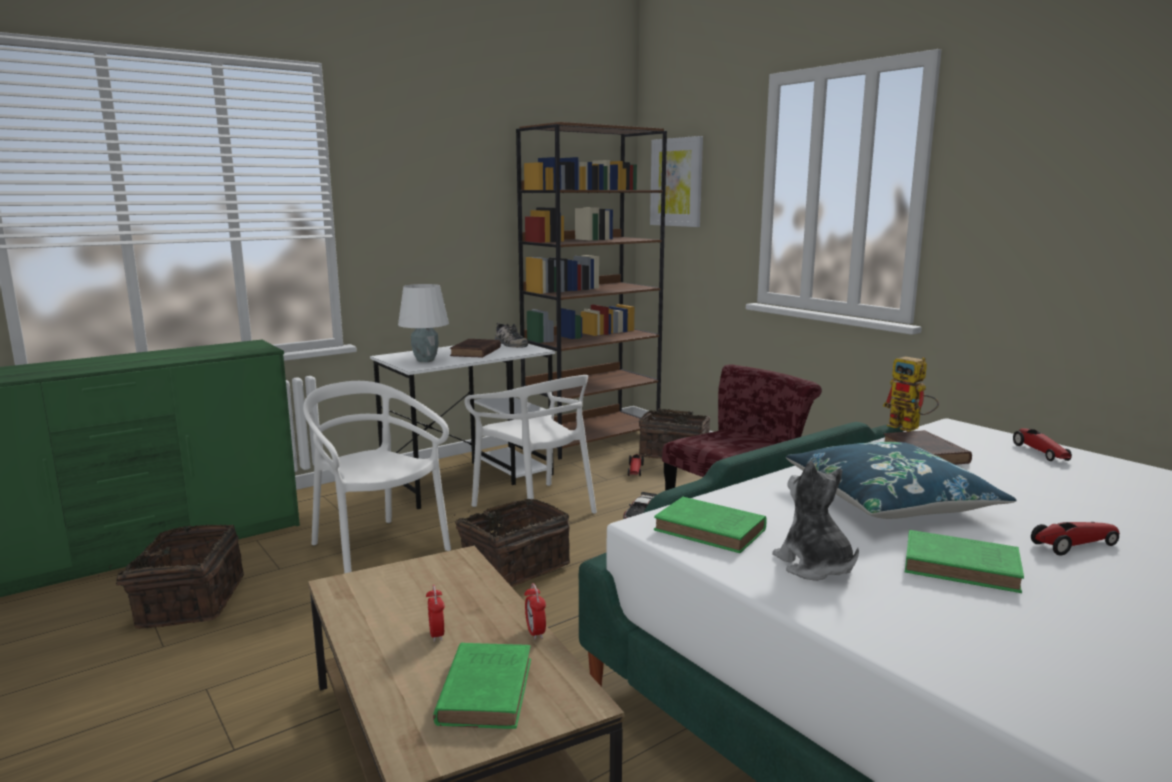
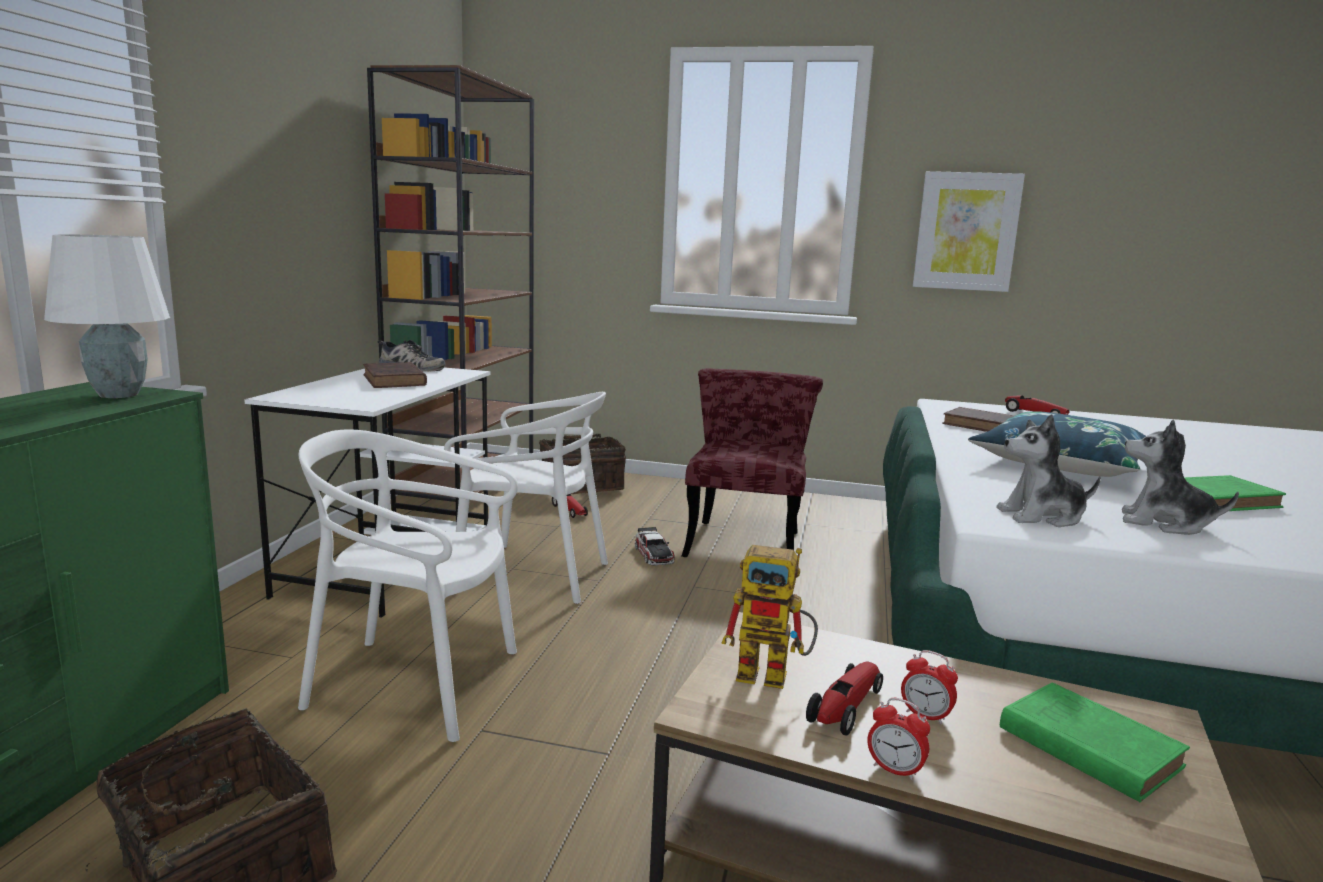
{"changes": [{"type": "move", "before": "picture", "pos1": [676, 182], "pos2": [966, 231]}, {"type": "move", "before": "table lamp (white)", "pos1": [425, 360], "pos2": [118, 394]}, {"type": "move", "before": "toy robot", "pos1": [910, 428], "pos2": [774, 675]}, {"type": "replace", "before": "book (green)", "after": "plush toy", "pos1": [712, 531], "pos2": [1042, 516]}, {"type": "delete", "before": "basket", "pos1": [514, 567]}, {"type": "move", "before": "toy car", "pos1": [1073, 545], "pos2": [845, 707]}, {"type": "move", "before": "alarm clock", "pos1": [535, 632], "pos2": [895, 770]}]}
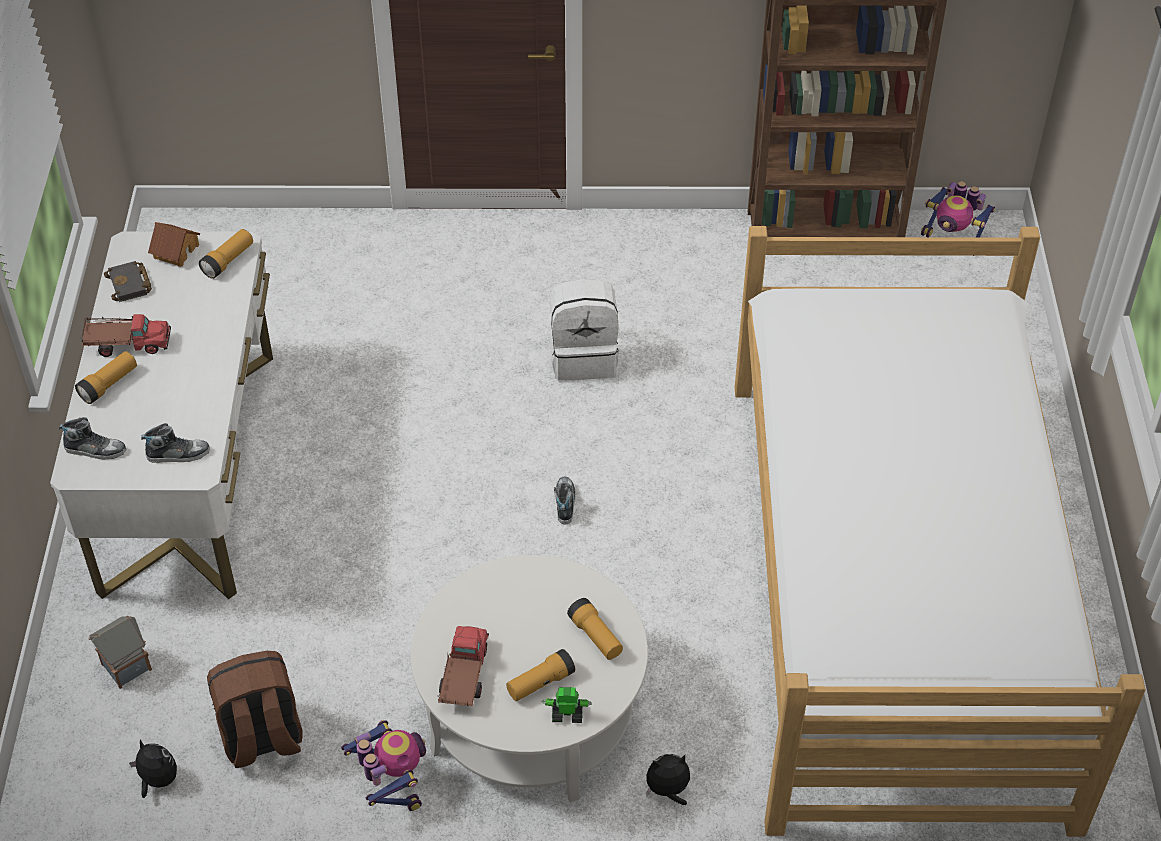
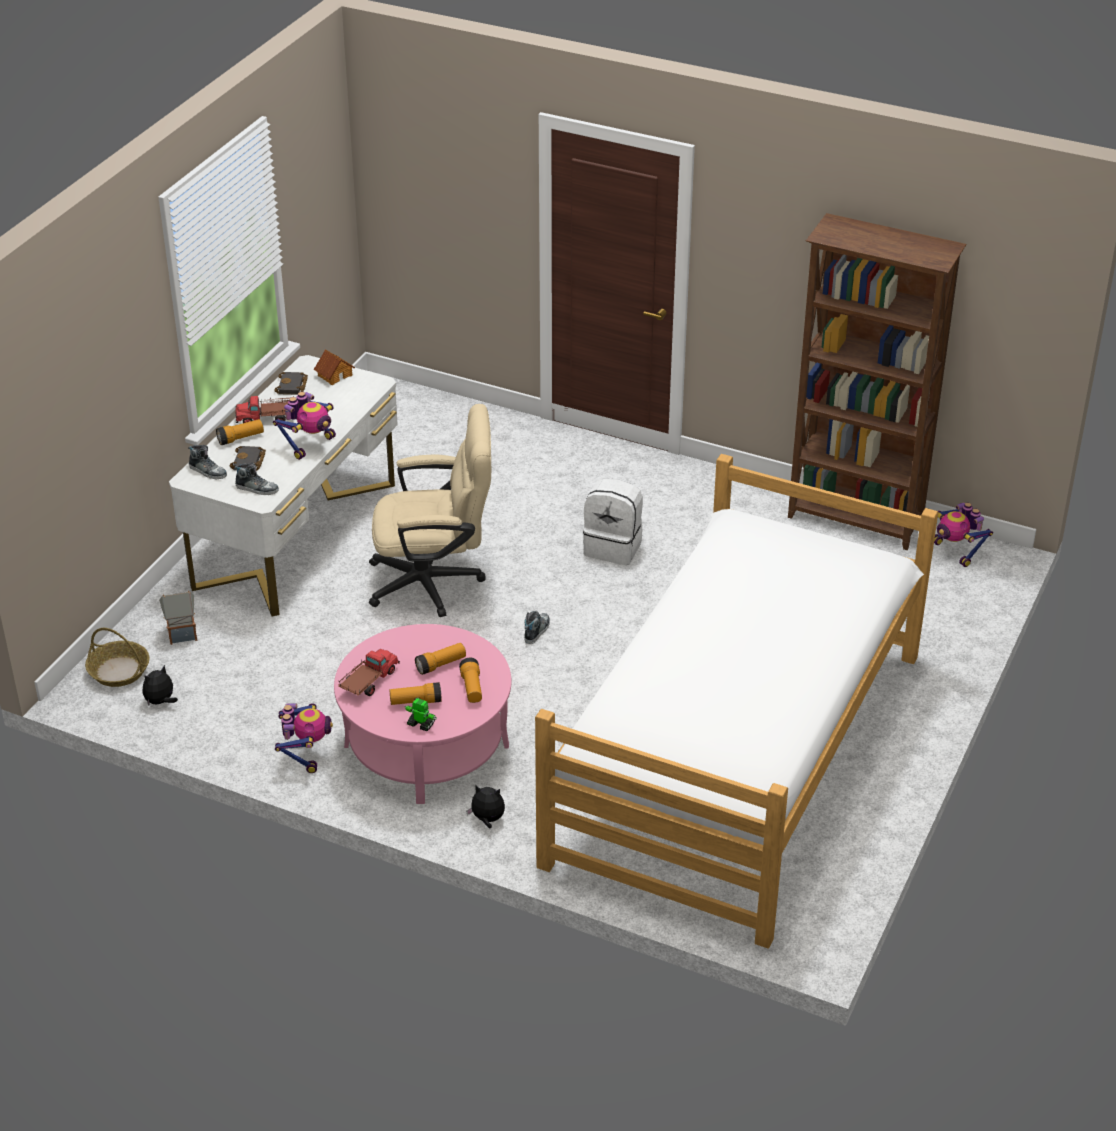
{"changes": [{"type": "move", "before": "flashlight", "pos1": [228, 261], "pos2": [441, 665]}, {"type": "rotate", "before": "toy truck", "pos1": [127, 343], "pos2": [267, 418], "turn": 150}, {"type": "recolor", "before": "coffee table (white)", "after": "coffee table (pink)", "pos1": [531, 714], "pos2": [426, 745]}, {"type": "delete", "before": "backpack (brown)", "pos1": [261, 738]}, {"type": "rotate", "before": "plush toy", "pos1": [157, 780], "pos2": [160, 702], "turn": -105}, {"type": "insert", "after": "toy robot", "pos2": [310, 445]}, {"type": "insert", "after": "office chair (beige)", "pos2": [436, 582]}, {"type": "insert", "after": "book (black)", "pos2": [249, 462]}, {"type": "insert", "after": "basket", "pos2": [119, 671]}]}
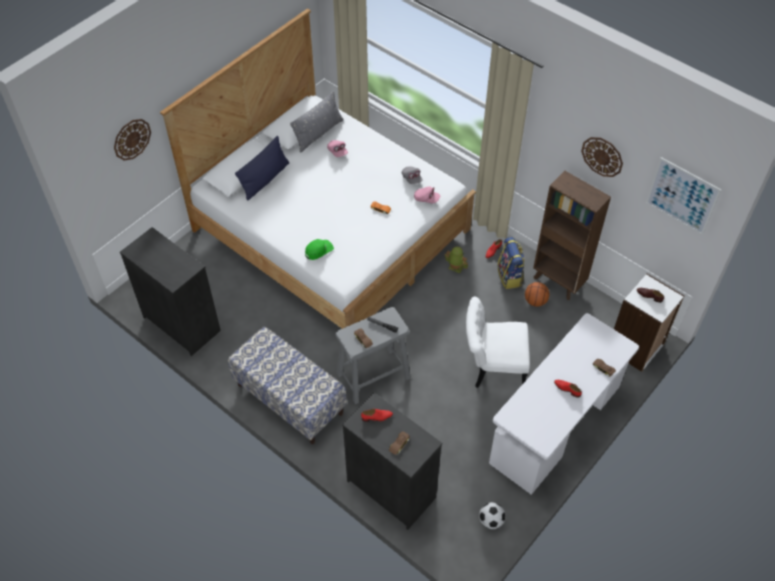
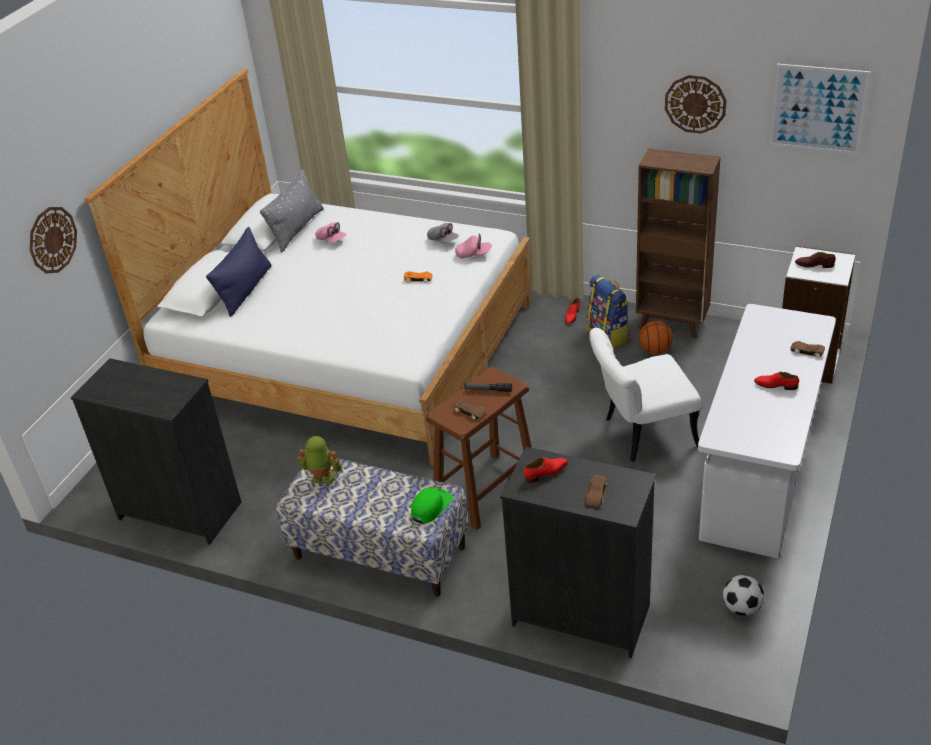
{"changes": [{"type": "move", "before": "cap (green)", "pos1": [318, 250], "pos2": [431, 507]}, {"type": "move", "before": "toy robot", "pos1": [455, 268], "pos2": [322, 479]}, {"type": "recolor", "before": "stool (grey)", "after": "stool (brown)", "pos1": [374, 375], "pos2": [486, 489]}]}
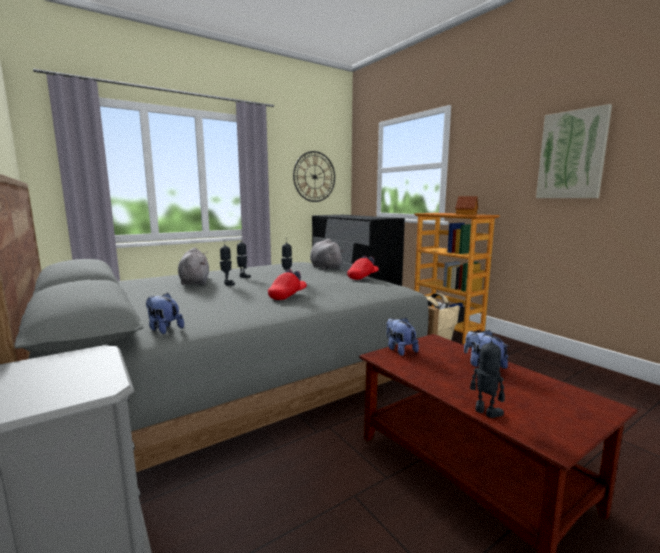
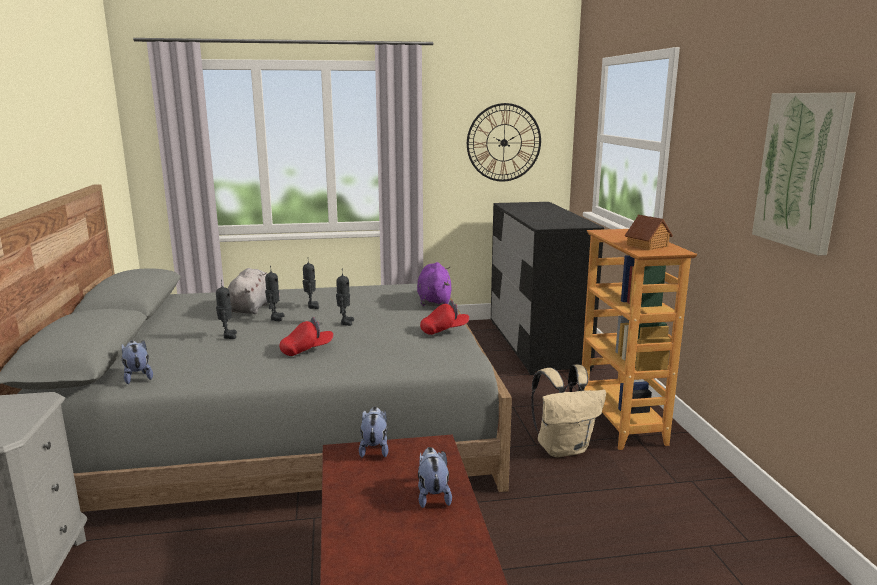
{"changes": [{"type": "recolor", "before": "plush toy (grey)", "after": "plush toy (purple)", "pos1": [325, 267], "pos2": [434, 301]}, {"type": "move", "before": "toy robot", "pos1": [485, 412], "pos2": [227, 336]}]}
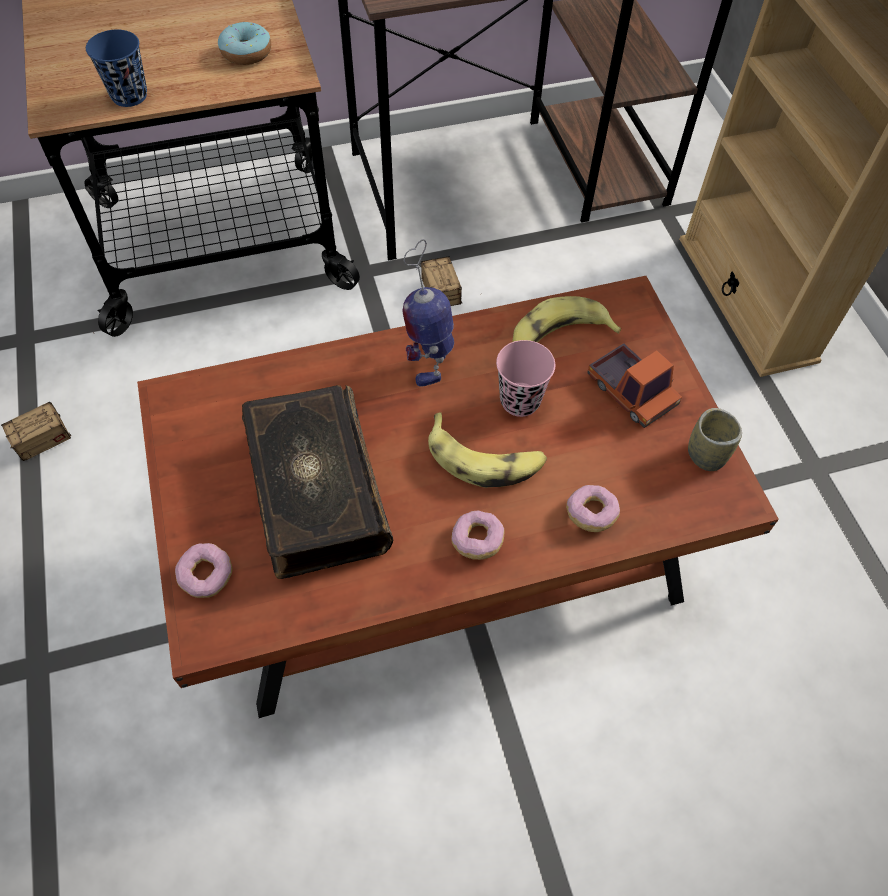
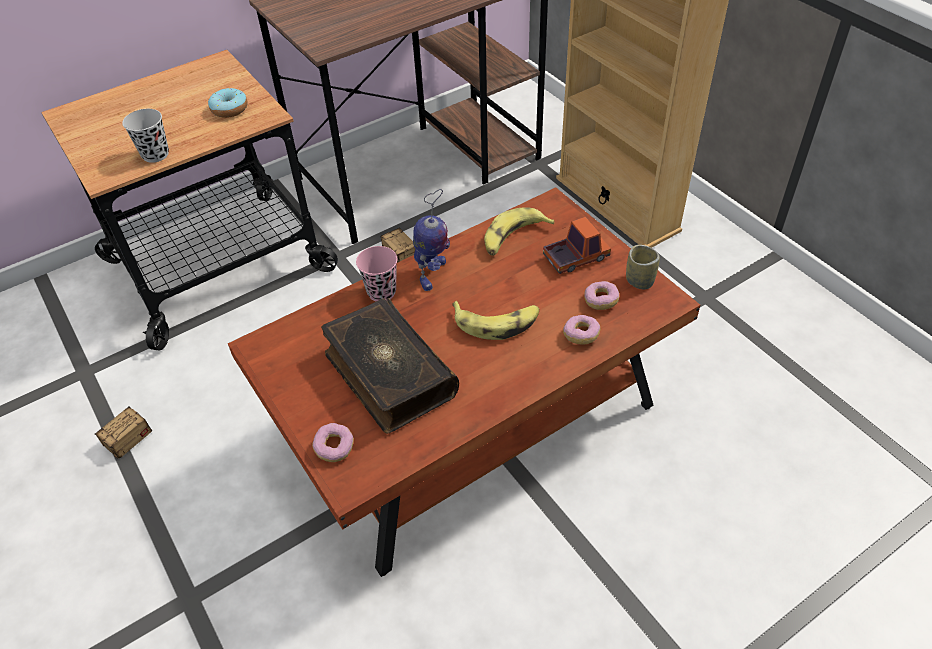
{"changes": [{"type": "recolor", "before": "cup (blue)", "after": "cup (black)", "pos1": [129, 96], "pos2": [155, 154]}, {"type": "rotate", "before": "toy robot", "pos1": [429, 360], "pos2": [432, 274], "turn": -150}, {"type": "move", "before": "cup (pink)", "pos1": [520, 401], "pos2": [381, 292]}, {"type": "rotate", "before": "toy truck", "pos1": [631, 392], "pos2": [576, 257], "turn": -60}, {"type": "move", "before": "donut", "pos1": [477, 540], "pos2": [601, 301]}]}
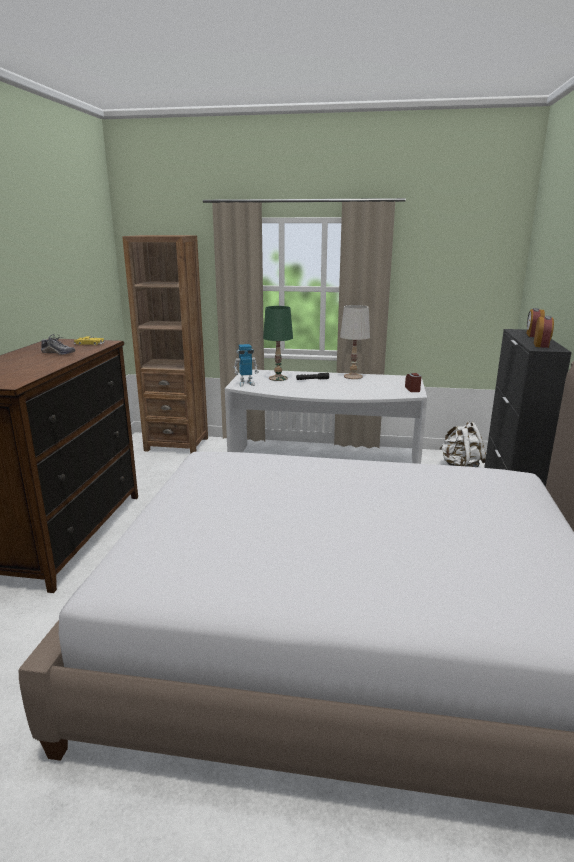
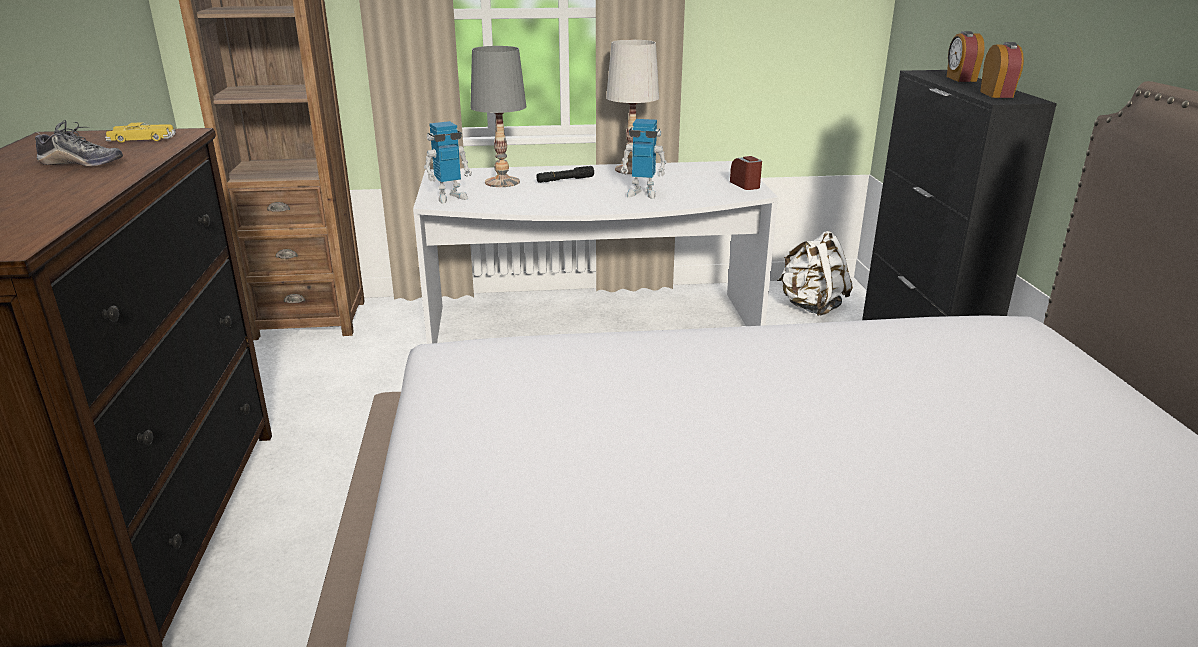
{"changes": [{"type": "recolor", "before": "table lamp (green)", "after": "table lamp (grey)", "pos1": [278, 378], "pos2": [502, 182]}, {"type": "insert", "after": "toy robot", "pos2": [642, 193]}]}
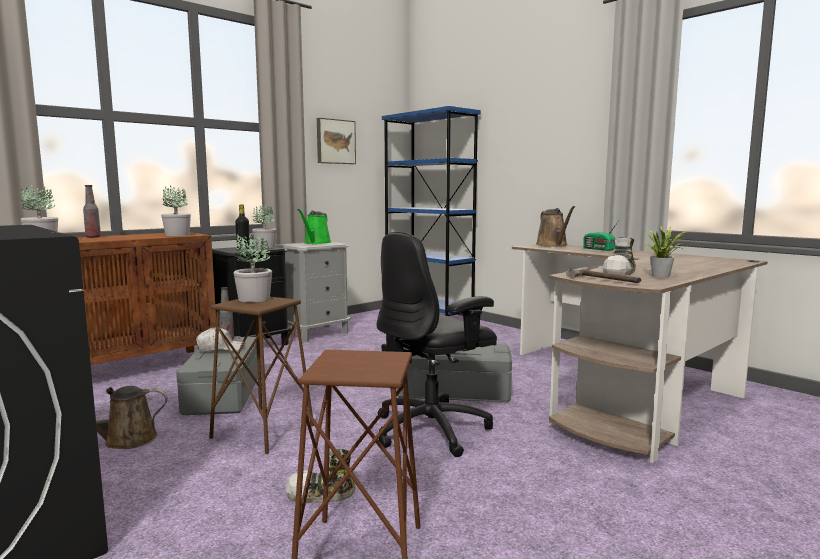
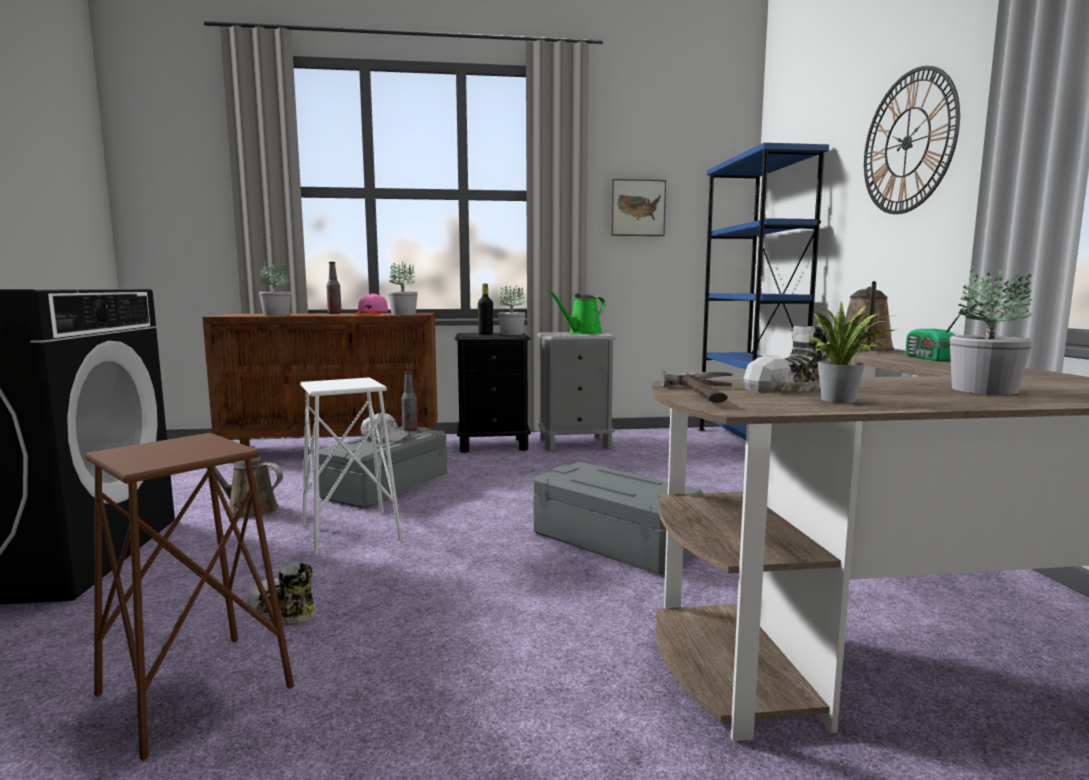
{"changes": [{"type": "delete", "before": "office chair (black)", "pos1": [433, 430]}, {"type": "move", "before": "potted plant", "pos1": [253, 299], "pos2": [983, 390]}, {"type": "recolor", "before": "stool (brown)", "after": "stool (white)", "pos1": [263, 431], "pos2": [351, 532]}, {"type": "insert", "after": "wall clock", "pos2": [907, 142]}, {"type": "insert", "after": "cap (pink)", "pos2": [371, 313]}]}
